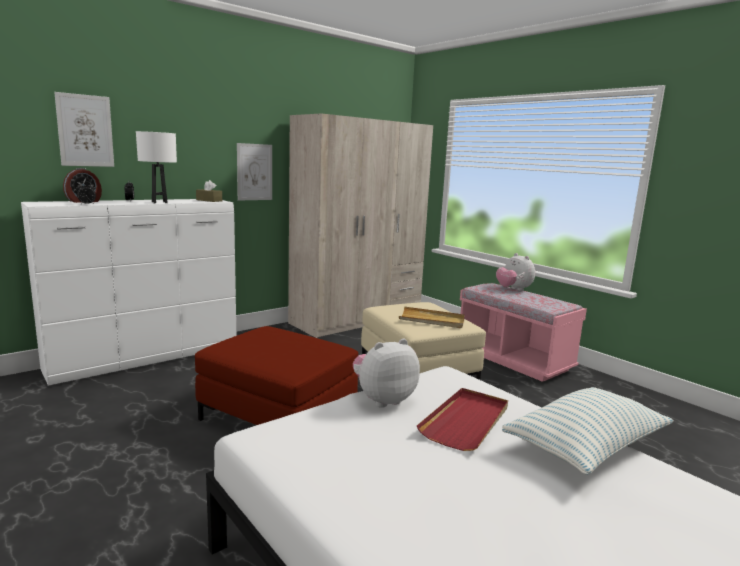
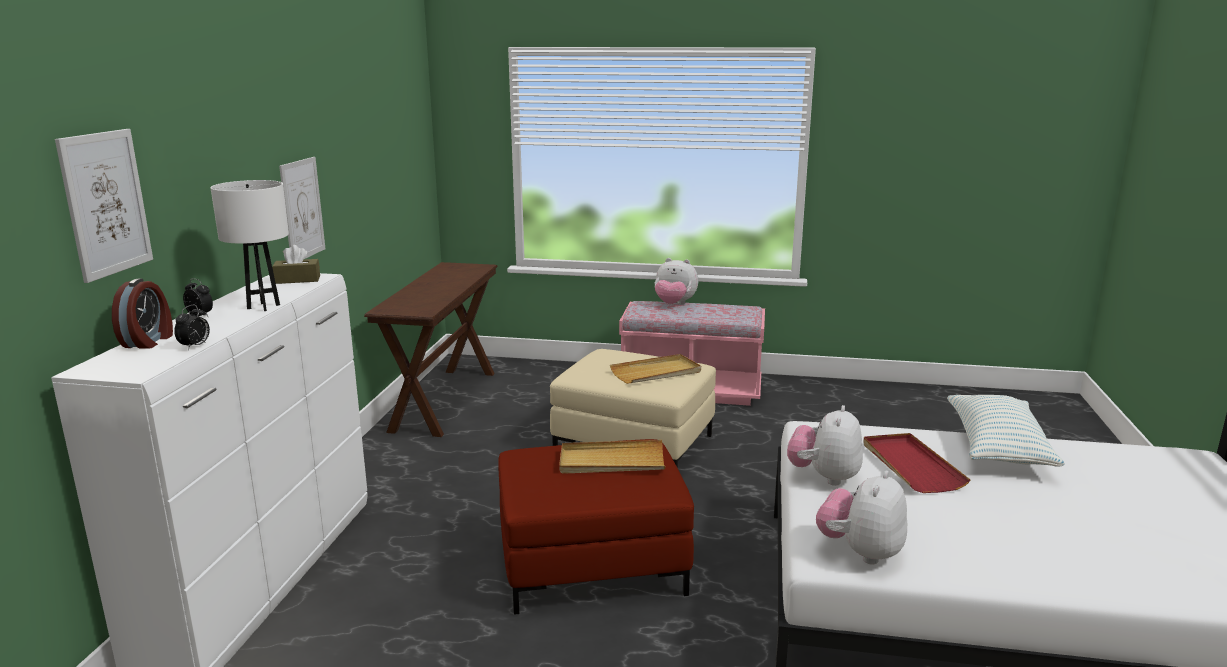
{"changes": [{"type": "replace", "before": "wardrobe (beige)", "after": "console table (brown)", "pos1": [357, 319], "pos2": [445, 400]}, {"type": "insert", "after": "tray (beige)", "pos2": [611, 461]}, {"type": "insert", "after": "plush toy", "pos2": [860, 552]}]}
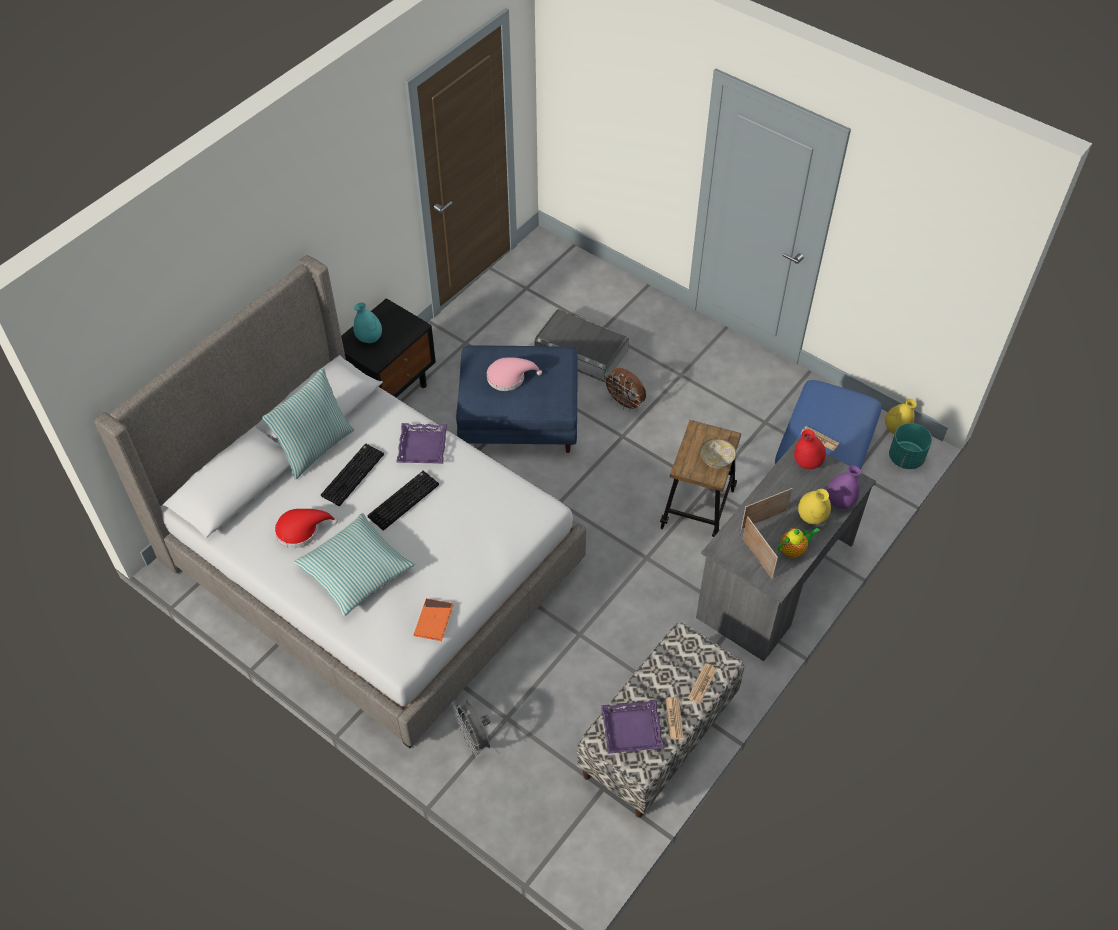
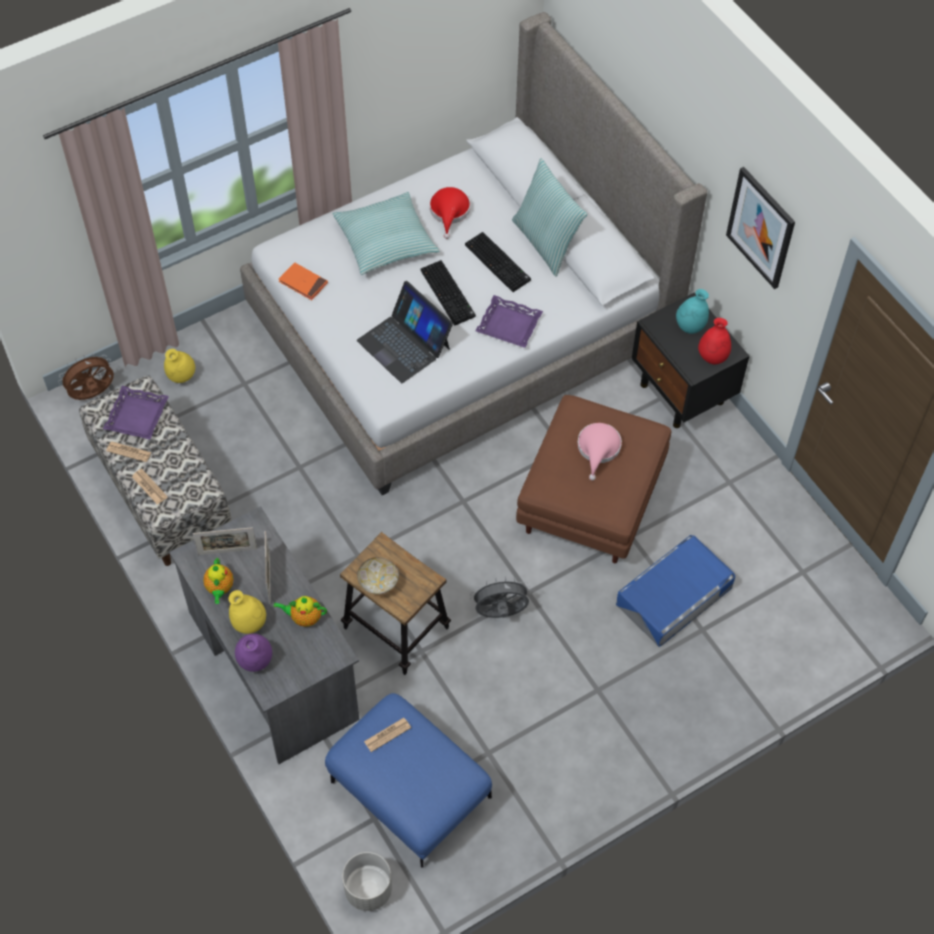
{"changes": [{"type": "recolor", "before": "storage box (grey)", "after": "storage box (blue)", "pos1": [581, 351], "pos2": [674, 596]}, {"type": "recolor", "before": "ottoman (blue)", "after": "ottoman (brown)", "pos1": [520, 420], "pos2": [591, 501]}, {"type": "move", "before": "fan (brown)", "pos1": [625, 404], "pos2": [93, 394]}, {"type": "move", "before": "vase (yellow)", "pos1": [896, 429], "pos2": [181, 376]}, {"type": "recolor", "before": "planter (turquoise)", "after": "planter (grey)", "pos1": [906, 458], "pos2": [368, 890]}, {"type": "move", "before": "vase (red)", "pos1": [807, 463], "pos2": [712, 357]}, {"type": "move", "before": "fan (grey)", "pos1": [475, 739], "pos2": [500, 614]}, {"type": "insert", "after": "picture", "pos2": [761, 227]}, {"type": "insert", "after": "laptop", "pos2": [404, 344]}, {"type": "insert", "after": "teapot", "pos2": [304, 617]}]}
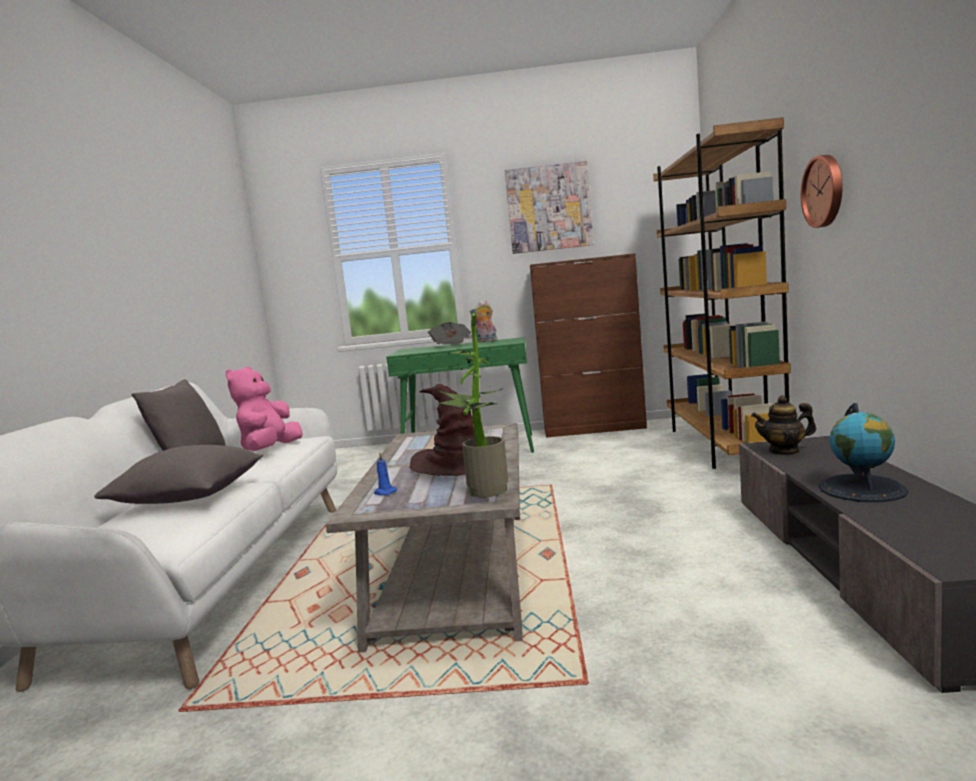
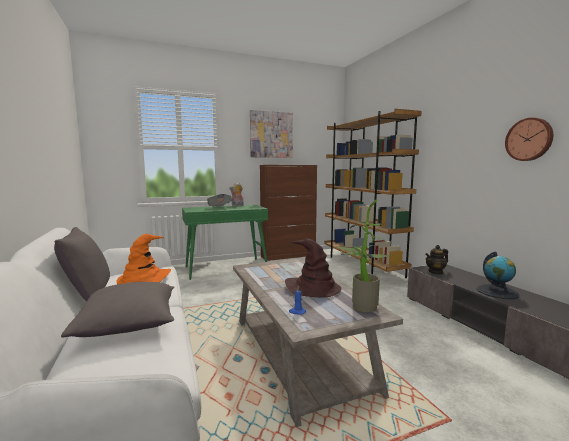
{"changes": [{"type": "move", "before": "wall clock", "pos1": [824, 191], "pos2": [529, 139]}, {"type": "replace", "before": "plush toy (pink)", "after": "hat (orange)", "pos1": [270, 450], "pos2": [144, 279]}]}
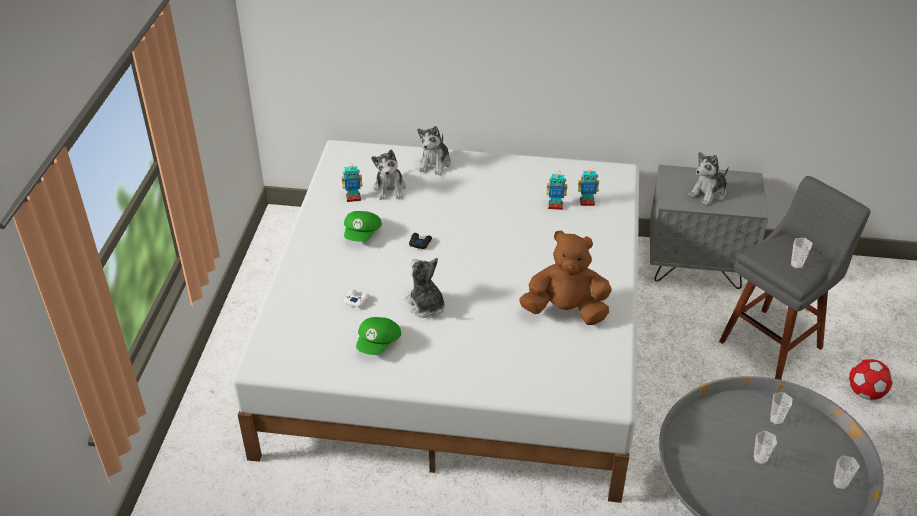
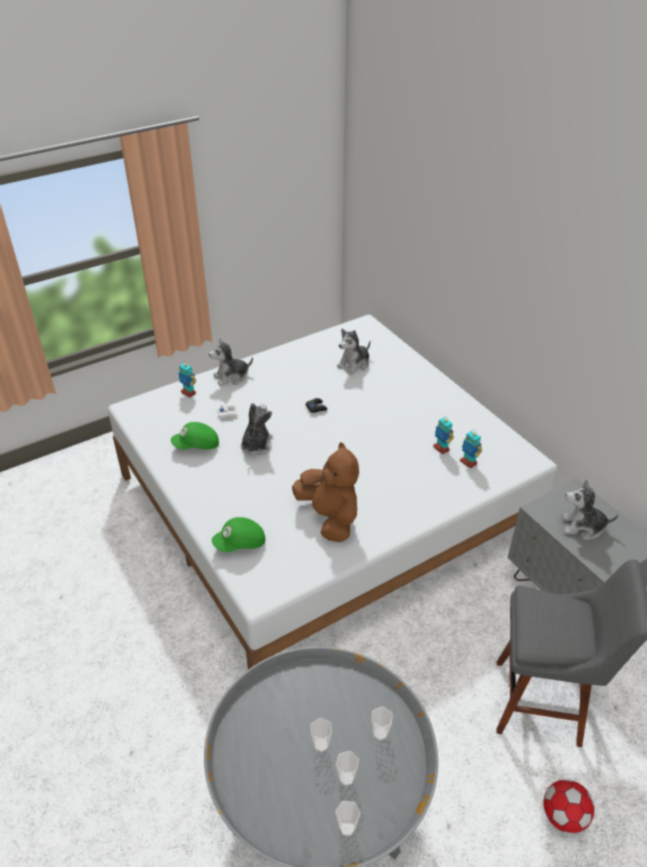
{"changes": [{"type": "move", "before": "plush toy", "pos1": [435, 164], "pos2": [231, 377]}, {"type": "move", "before": "toy robot", "pos1": [353, 198], "pos2": [188, 392]}, {"type": "move", "before": "cap (green)", "pos1": [362, 234], "pos2": [240, 544]}, {"type": "move", "before": "cup", "pos1": [796, 264], "pos2": [346, 778]}]}
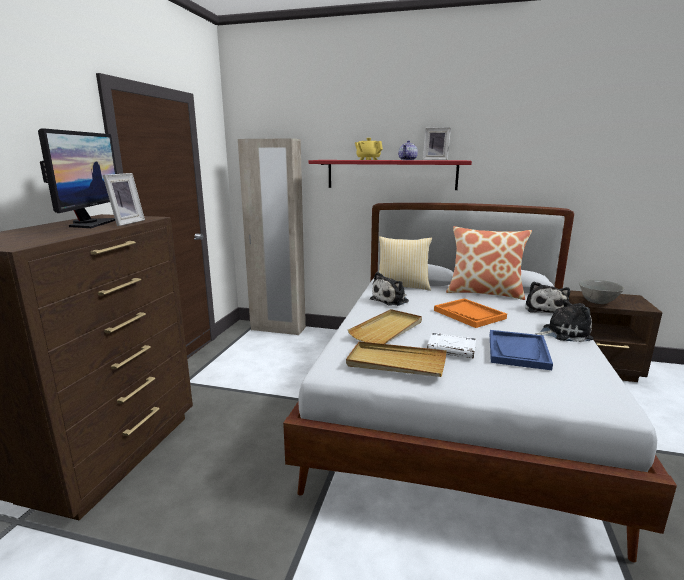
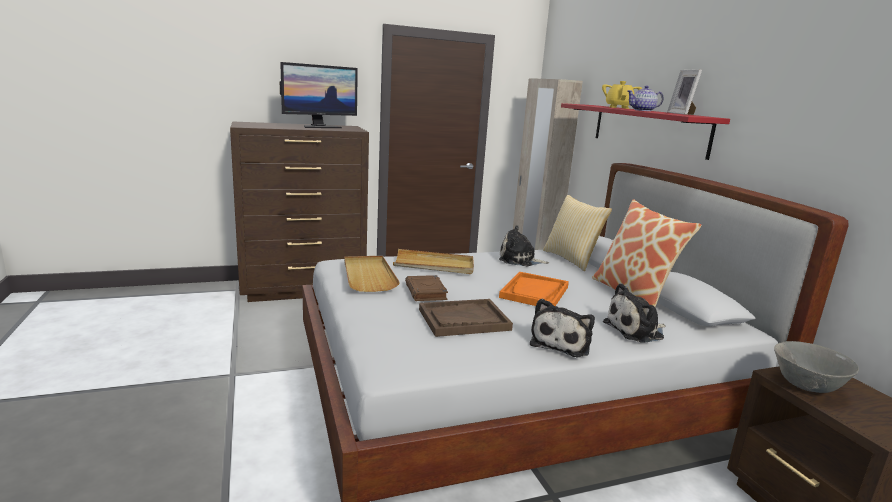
{"changes": [{"type": "delete", "before": "picture frame", "pos1": [125, 223]}, {"type": "rotate", "before": "plush toy", "pos1": [563, 333], "pos2": [561, 343], "turn": 60}, {"type": "recolor", "before": "tray (blue)", "after": "tray (brown)", "pos1": [518, 351], "pos2": [463, 320]}, {"type": "recolor", "before": "book (white)", "after": "book (brown)", "pos1": [452, 349], "pos2": [426, 292]}]}
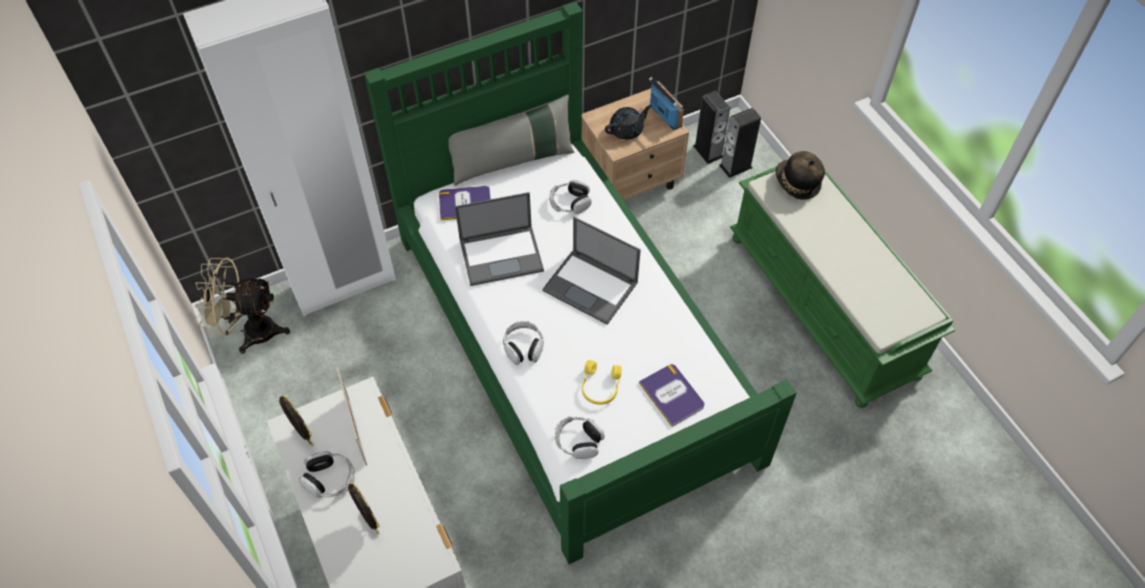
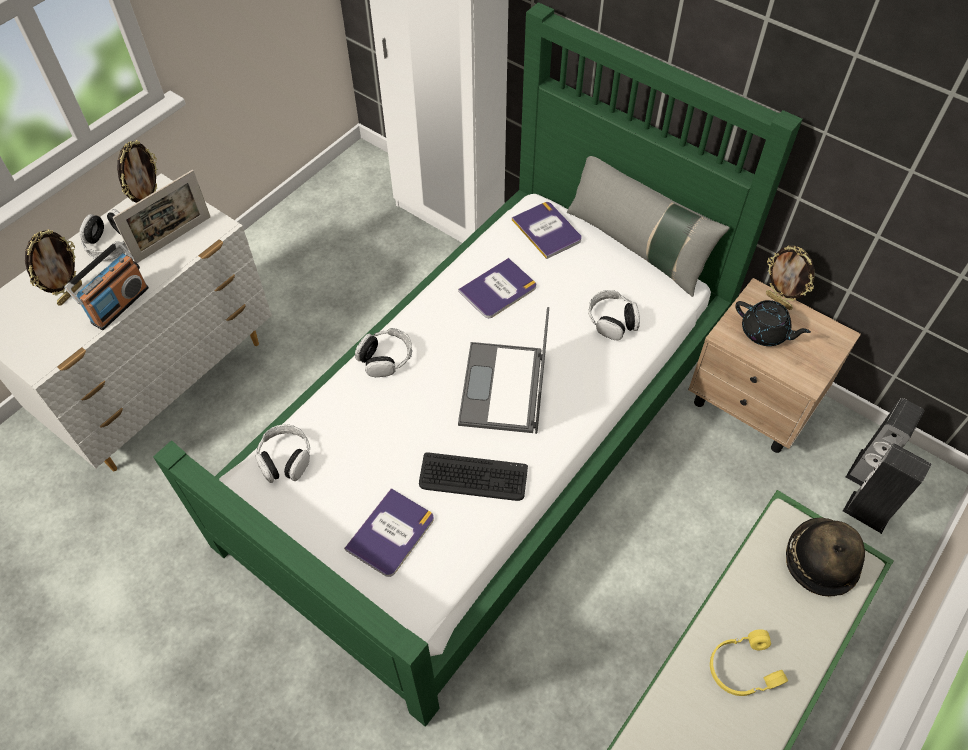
{"changes": [{"type": "move", "before": "radio", "pos1": [665, 115], "pos2": [119, 305]}, {"type": "replace", "before": "laptop", "after": "book", "pos1": [502, 255], "pos2": [498, 289]}, {"type": "delete", "before": "fan (beige)", "pos1": [251, 331]}, {"type": "move", "before": "headphones (yellow)", "pos1": [599, 386], "pos2": [742, 667]}, {"type": "insert", "after": "picture frame", "pos2": [779, 301]}, {"type": "insert", "after": "keyboard", "pos2": [473, 477]}]}
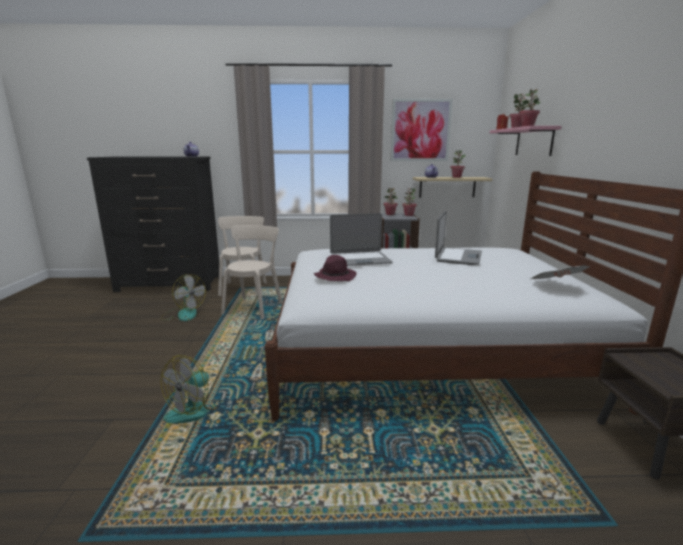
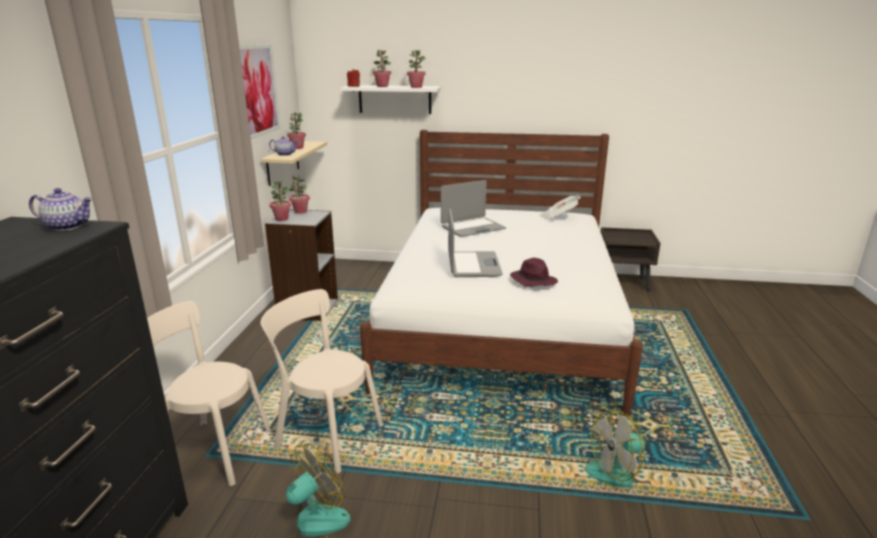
{"changes": [{"type": "recolor", "before": "shelf (pink)", "after": "shelf (white)", "pos1": [534, 142], "pos2": [395, 99]}, {"type": "rotate", "before": "laptop", "pos1": [458, 257], "pos2": [472, 228], "turn": 120}, {"type": "rotate", "before": "fan", "pos1": [195, 409], "pos2": [619, 472], "turn": 120}]}
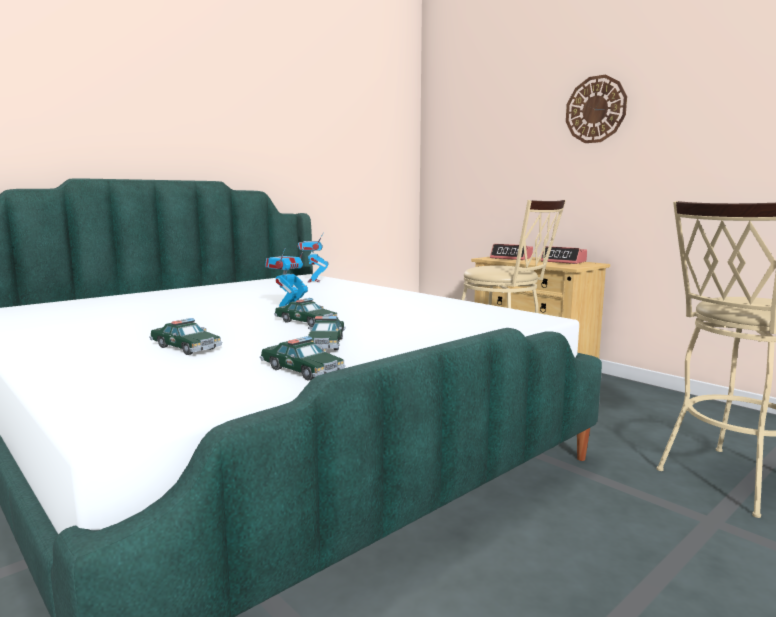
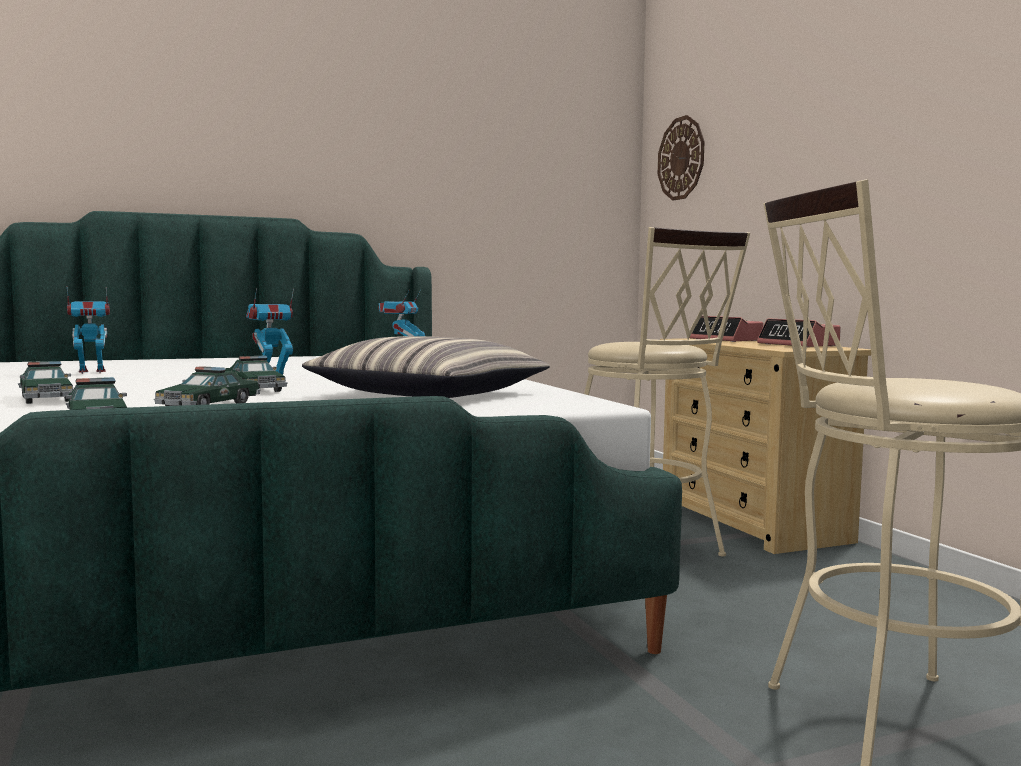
{"changes": [{"type": "move", "before": "wall clock", "pos1": [595, 109], "pos2": [681, 158]}, {"type": "insert", "after": "toy robot", "pos2": [91, 372]}, {"type": "insert", "after": "pillow", "pos2": [429, 394]}]}
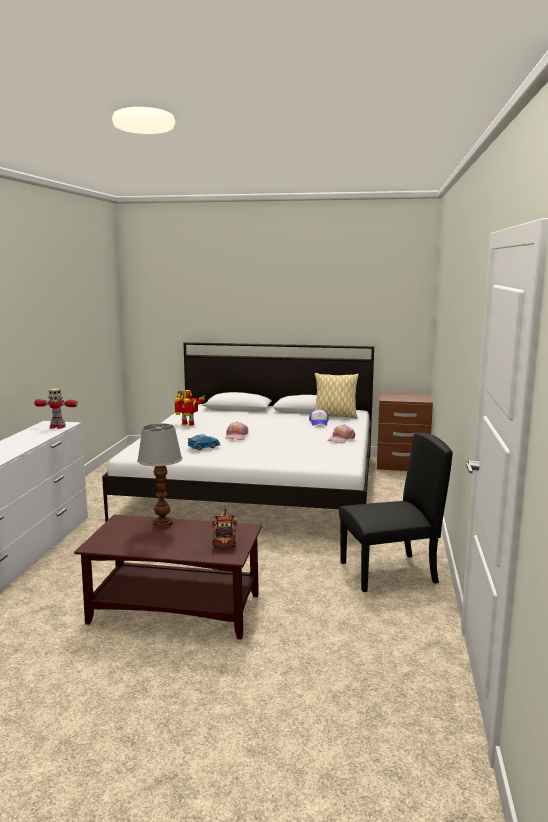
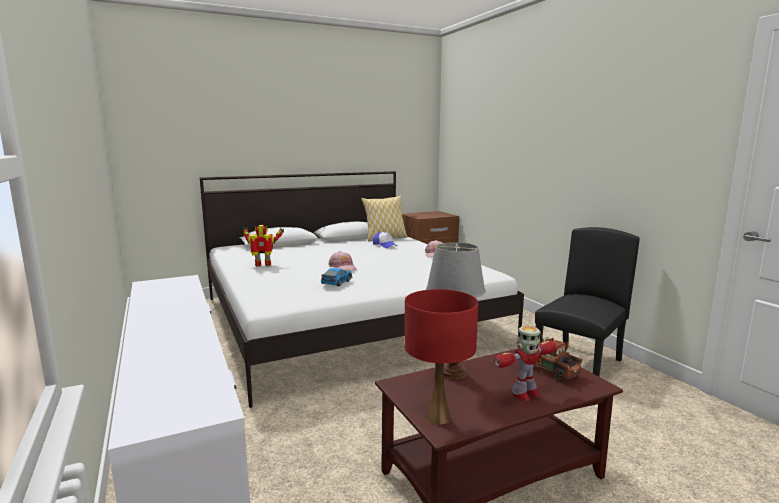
{"changes": [{"type": "move", "before": "toy robot", "pos1": [57, 427], "pos2": [525, 394]}, {"type": "insert", "after": "table lamp (red)", "pos2": [437, 417]}]}
